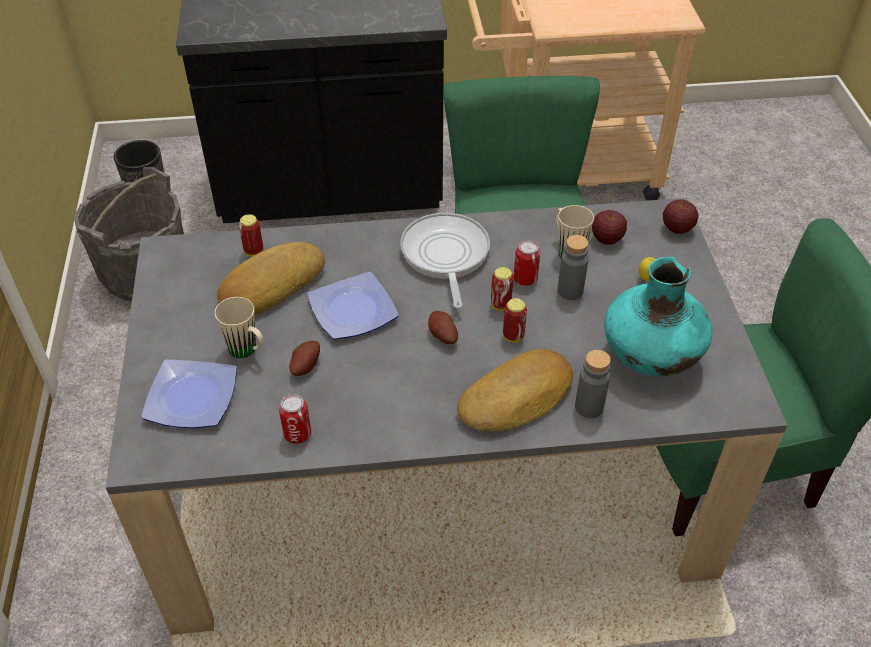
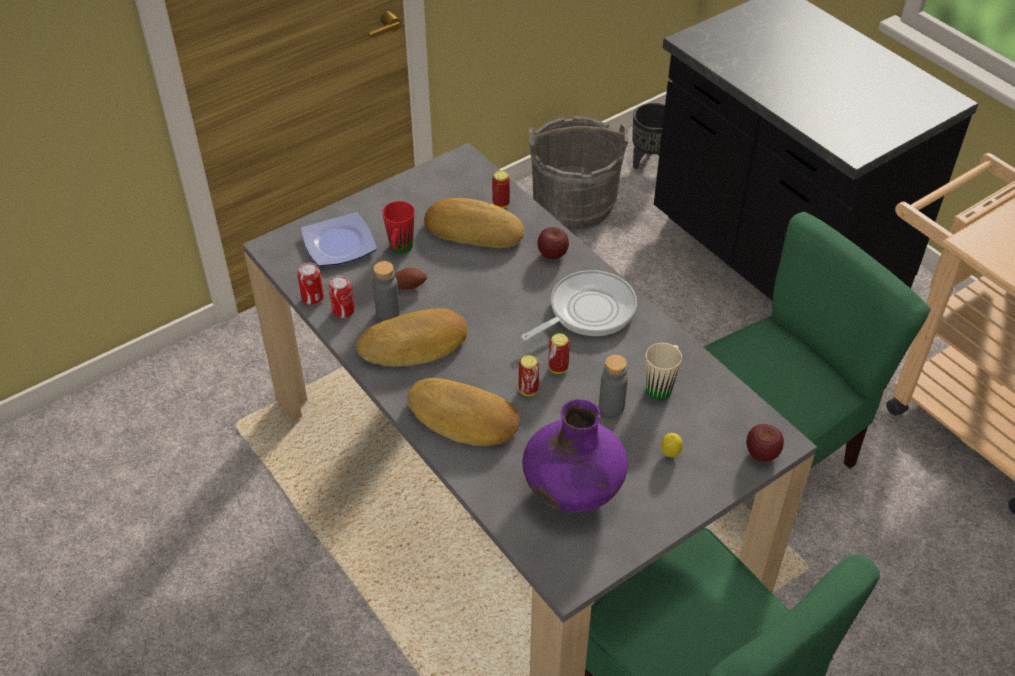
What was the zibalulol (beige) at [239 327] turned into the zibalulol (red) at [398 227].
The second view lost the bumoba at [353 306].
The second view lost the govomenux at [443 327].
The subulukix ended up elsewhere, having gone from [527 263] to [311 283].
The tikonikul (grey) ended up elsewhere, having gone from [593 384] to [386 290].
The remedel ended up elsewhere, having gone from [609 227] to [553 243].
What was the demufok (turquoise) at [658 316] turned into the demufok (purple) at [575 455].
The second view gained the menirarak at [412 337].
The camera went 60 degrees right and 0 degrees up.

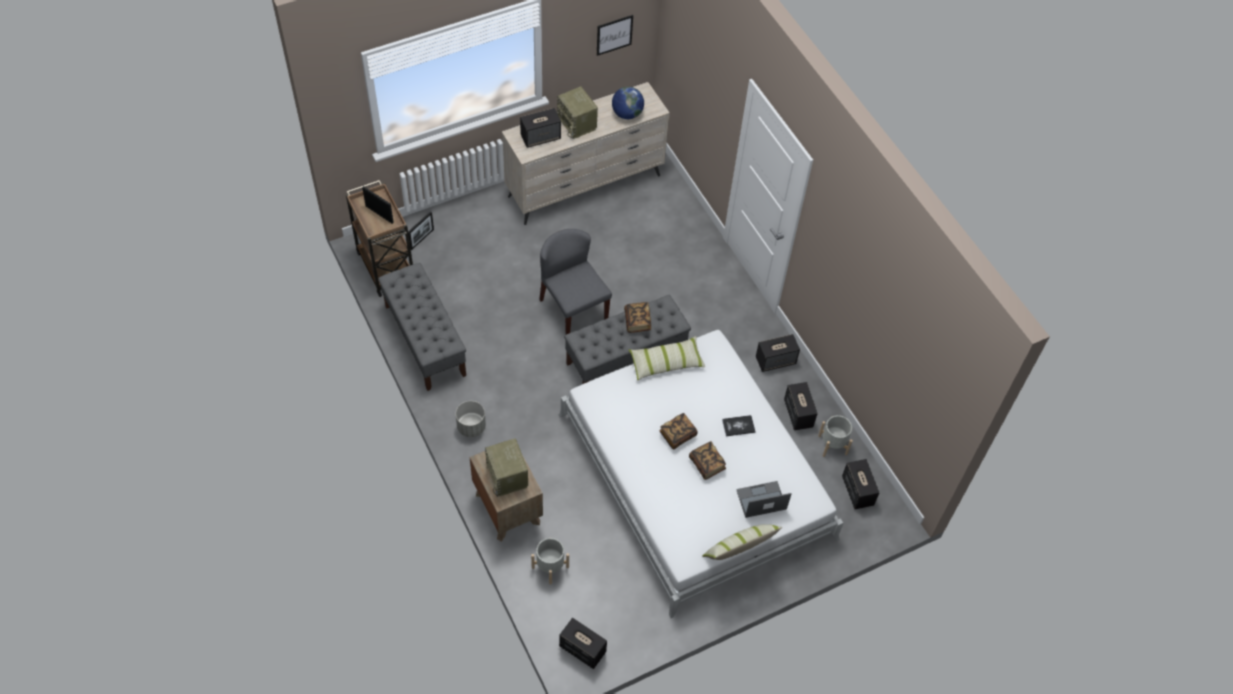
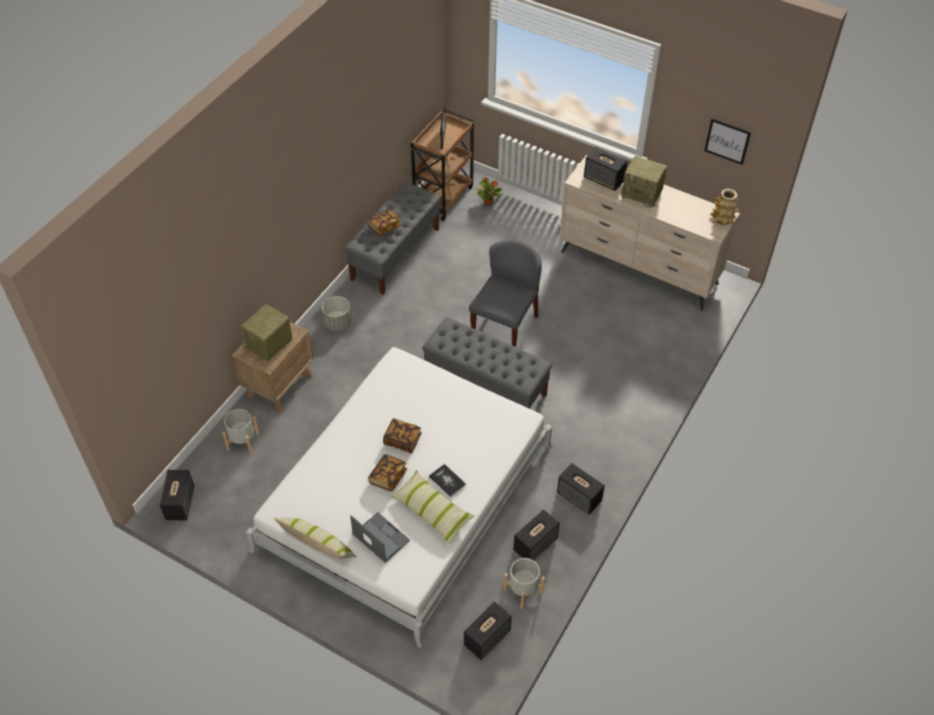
Where the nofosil stood at [421 230], the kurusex came to stand at [488 191].
The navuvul at [577 112] ended up facing another way, 90 degrees counterclockwise from before.
The second view lost the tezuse at [628 102].
The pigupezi ended up elsewhere, having gone from [637 317] to [384 222].
The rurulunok ended up elsewhere, having gone from [667 358] to [433 507].
The second view gained the demufok at [724 207].
The camera went 60 degrees right and 5 degrees down.

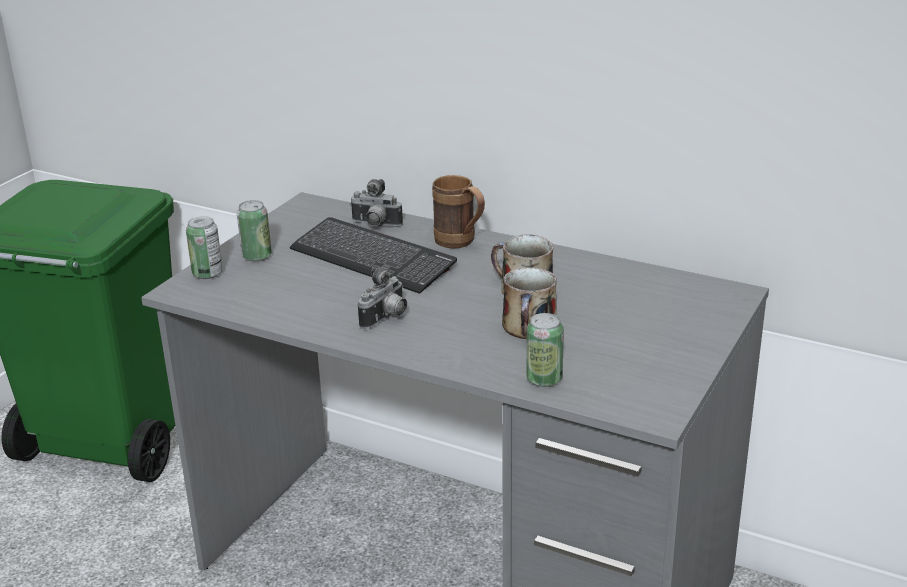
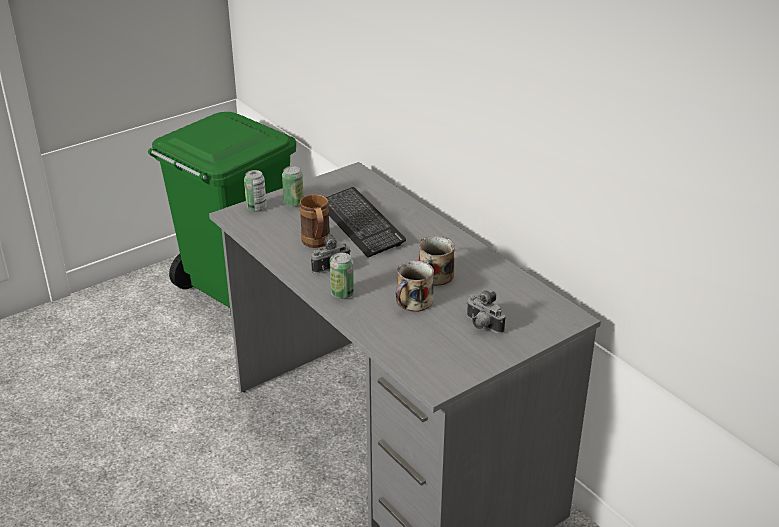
The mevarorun ended up elsewhere, having gone from [376 203] to [485 311].
The zibalulol (brown) ended up elsewhere, having gone from [458 212] to [315 221].
The subulukix ended up elsewhere, having gone from [545 350] to [342 276].
The camera went 25 degrees right and 5 degrees up.

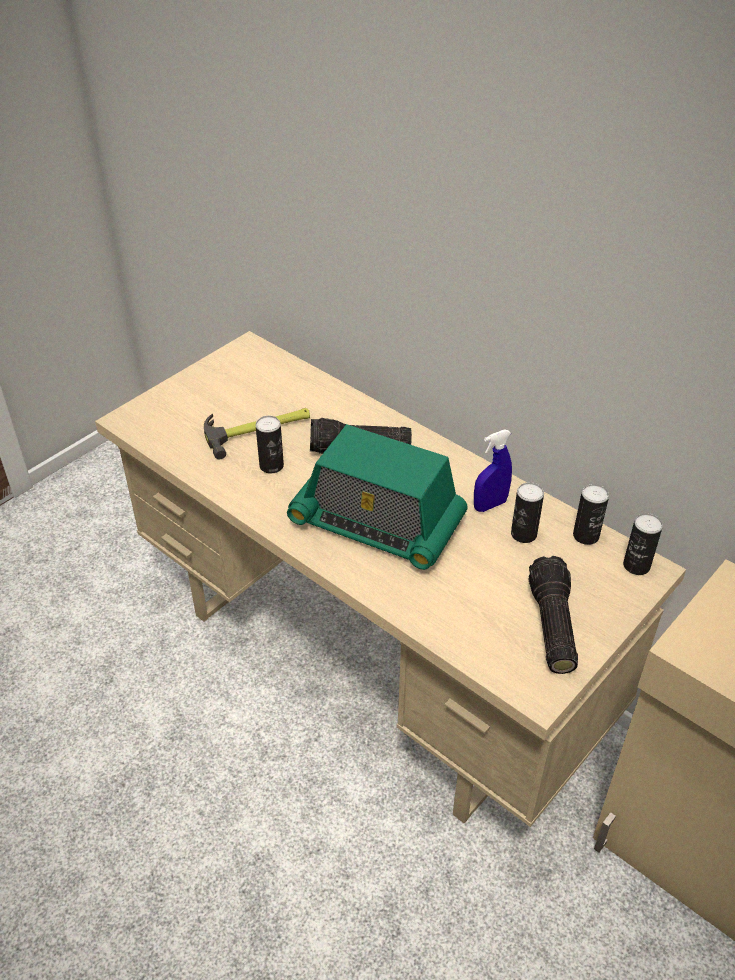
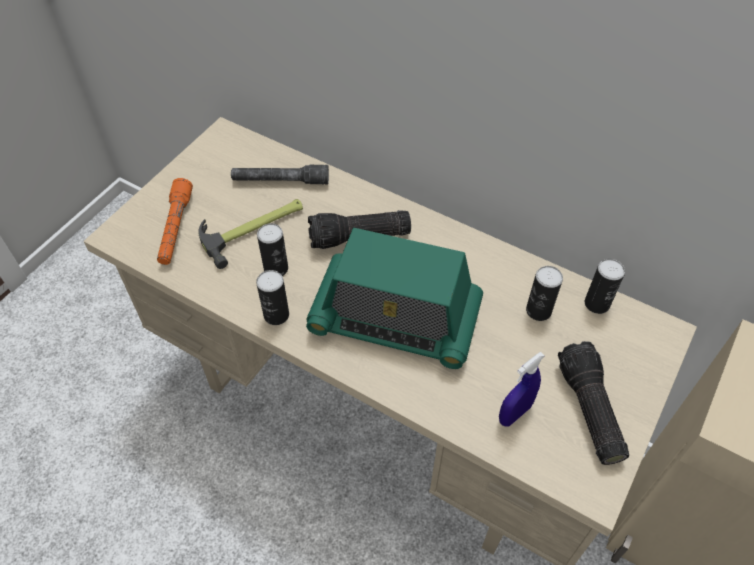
The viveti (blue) ended up elsewhere, having gone from [493 470] to [522 389].
The subulukix ended up elsewhere, having gone from [643 544] to [272 297].
The second view gained the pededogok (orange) at [175 221].
The second view gained the pededogok (grey) at [280 174].
The camera went 10 degrees left and 10 degrees up.

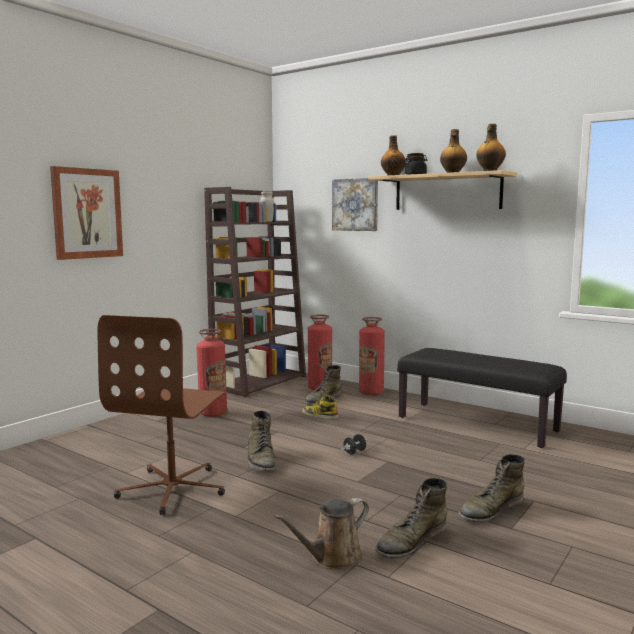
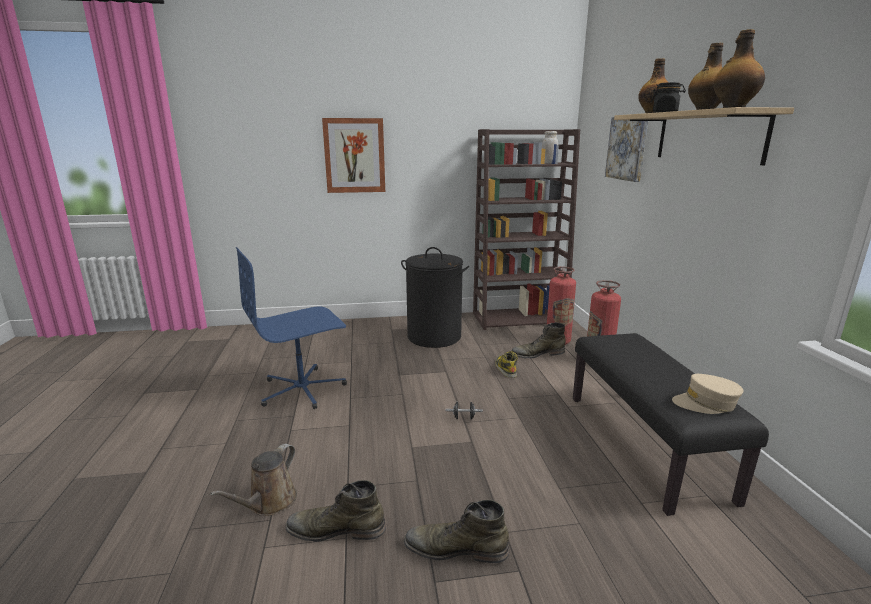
What was the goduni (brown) at [161 415] turned into the goduni (blue) at [291 328].
Where the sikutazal stood at [211 373], the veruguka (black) came to stand at [435 297].
The second view lost the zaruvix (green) at [261 440].
The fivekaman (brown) at [321 533] ended up facing another way, 75 degrees counterclockwise from before.
The second view gained the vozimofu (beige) at [707 394].
The camera went 45 degrees right and 10 degrees up.

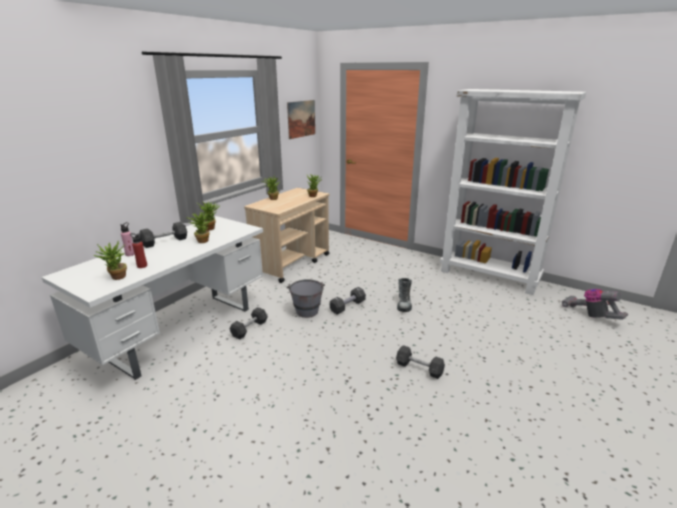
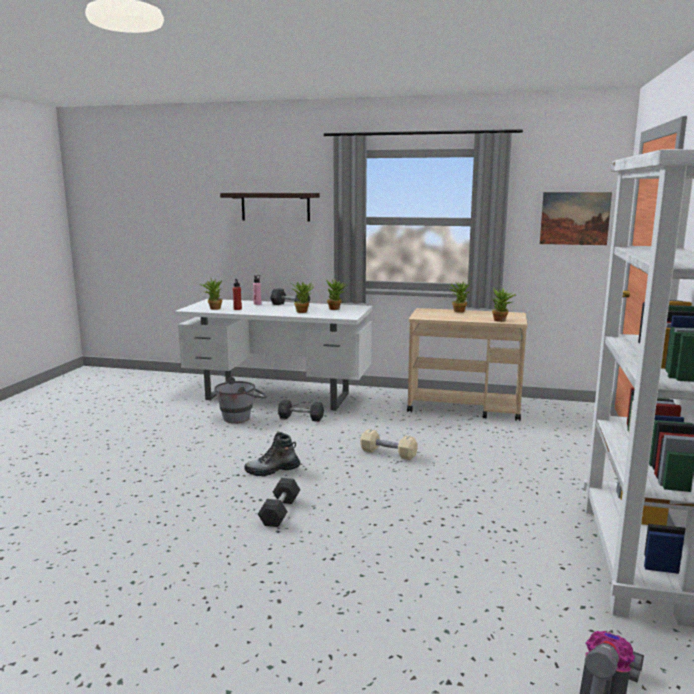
The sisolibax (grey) ended up elsewhere, having gone from [305 298] to [240 400].
What was the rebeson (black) at [348 301] turned into the rebeson (beige) at [389 444].
The zaruvix ended up elsewhere, having gone from [404 295] to [272 454].
The second view gained the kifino at [270 207].
The camera went 70 degrees right and 10 degrees down.

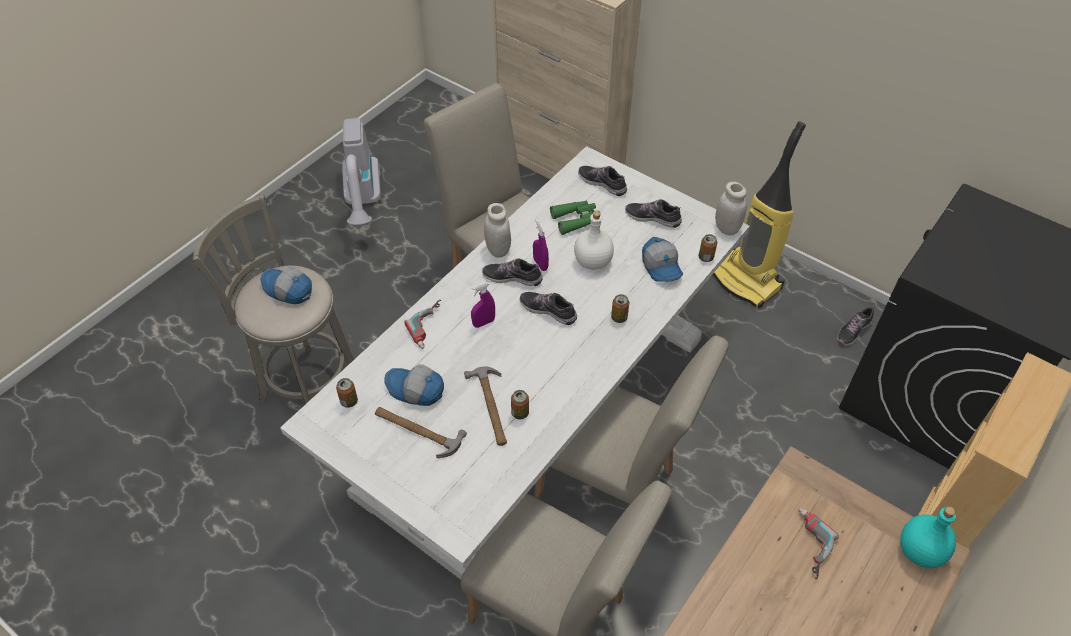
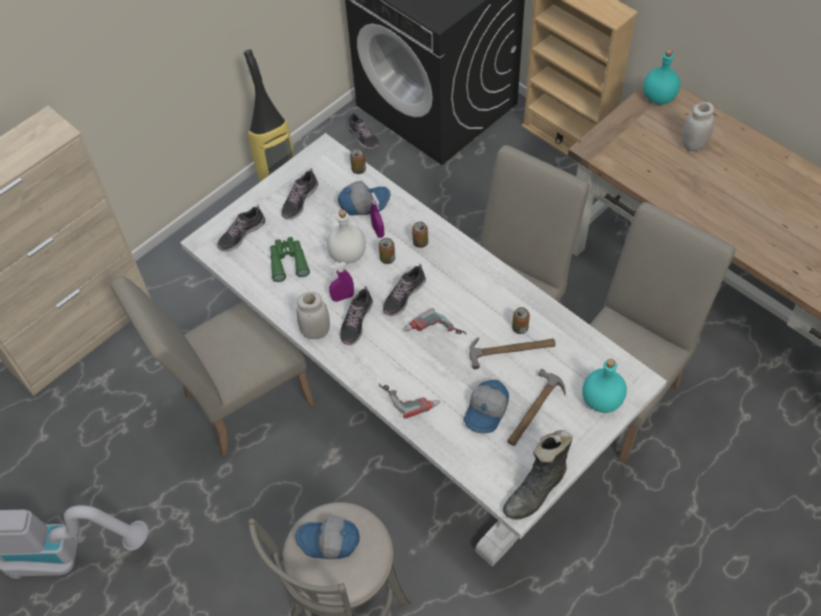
The vozimofu at [286 285] ended up facing another way, 60 degrees clockwise from before.
The subulukix ended up elsewhere, having gone from [347 393] to [387 251].
The viveti (purple) ended up elsewhere, having gone from [483 305] to [377 215].
The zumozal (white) ended up elsewhere, having gone from [731 208] to [698 126].
The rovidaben ended up elsewhere, having gone from [818 544] to [435 321].
The second view gained the zaruvix (black) at [538 475].
The second view gained the tikonikul (turquoise) at [604 386].
The camera went 80 degrees left and 5 degrees up.

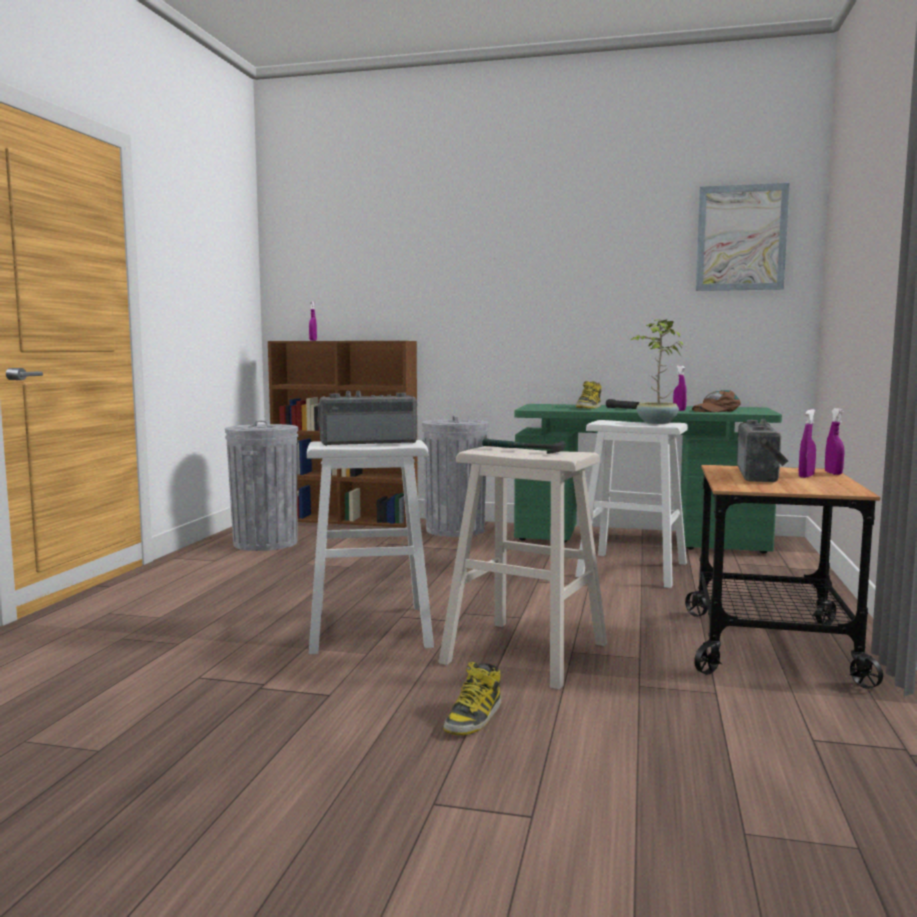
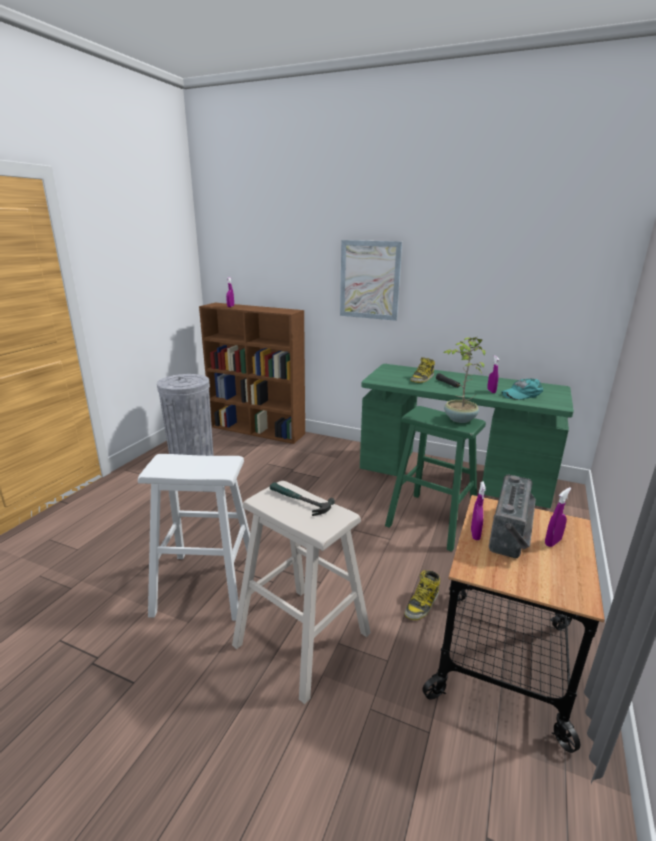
The second view lost the navuvul at [367 418].
The second view lost the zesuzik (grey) at [455 476].
The zaruvix ended up elsewhere, having gone from [472 698] to [422 595].
What was the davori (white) at [631 504] turned into the davori (green) at [435 479].
What was the vozimofu (brown) at [716 401] turned into the vozimofu (turquoise) at [522 389].
The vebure ended up elsewhere, having gone from [743 237] to [371 280].
The viveti (purple) ended up elsewhere, having gone from [834 441] to [478 511].
The camera went 10 degrees right and 15 degrees up.

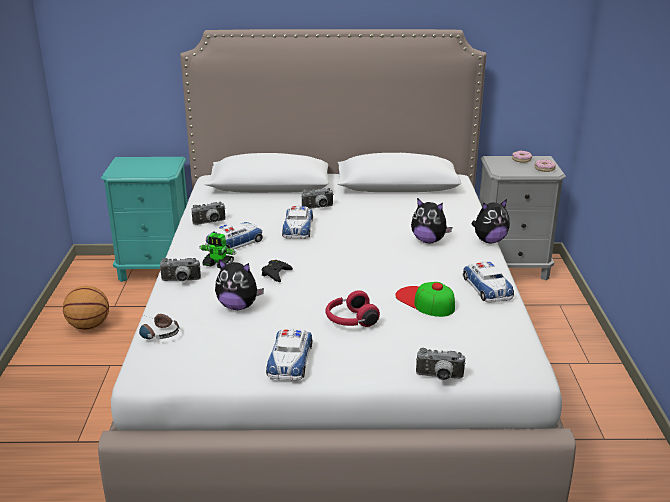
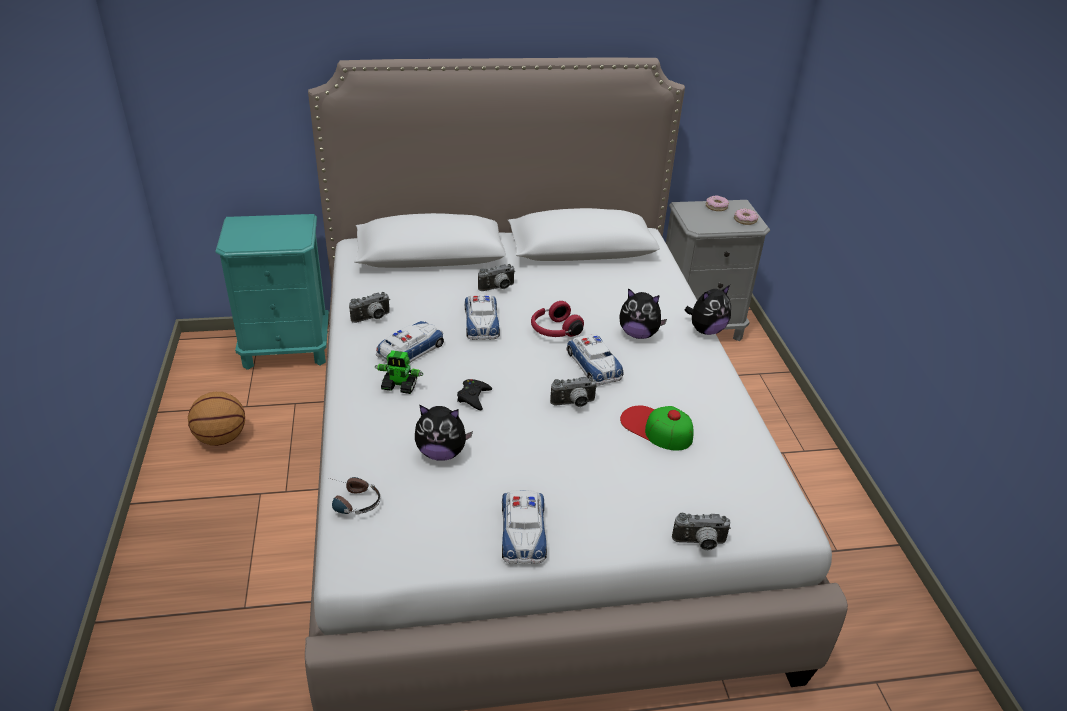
The mevarorun ended up elsewhere, having gone from [180 270] to [573 392].
The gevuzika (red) ended up elsewhere, having gone from [352 308] to [557 319].
The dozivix ended up elsewhere, having gone from [488 282] to [594 360].
The camera went 10 degrees left and 10 degrees up.

